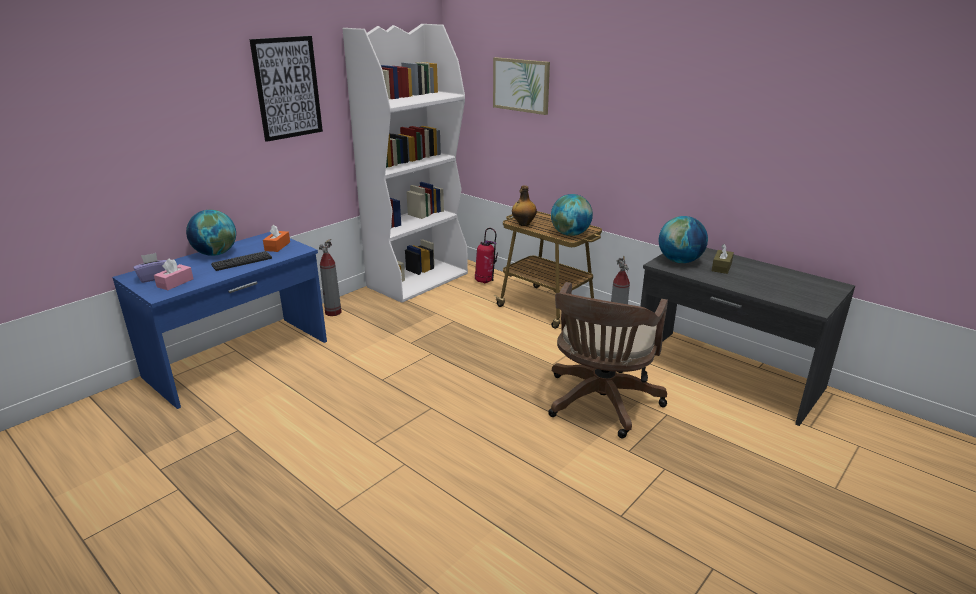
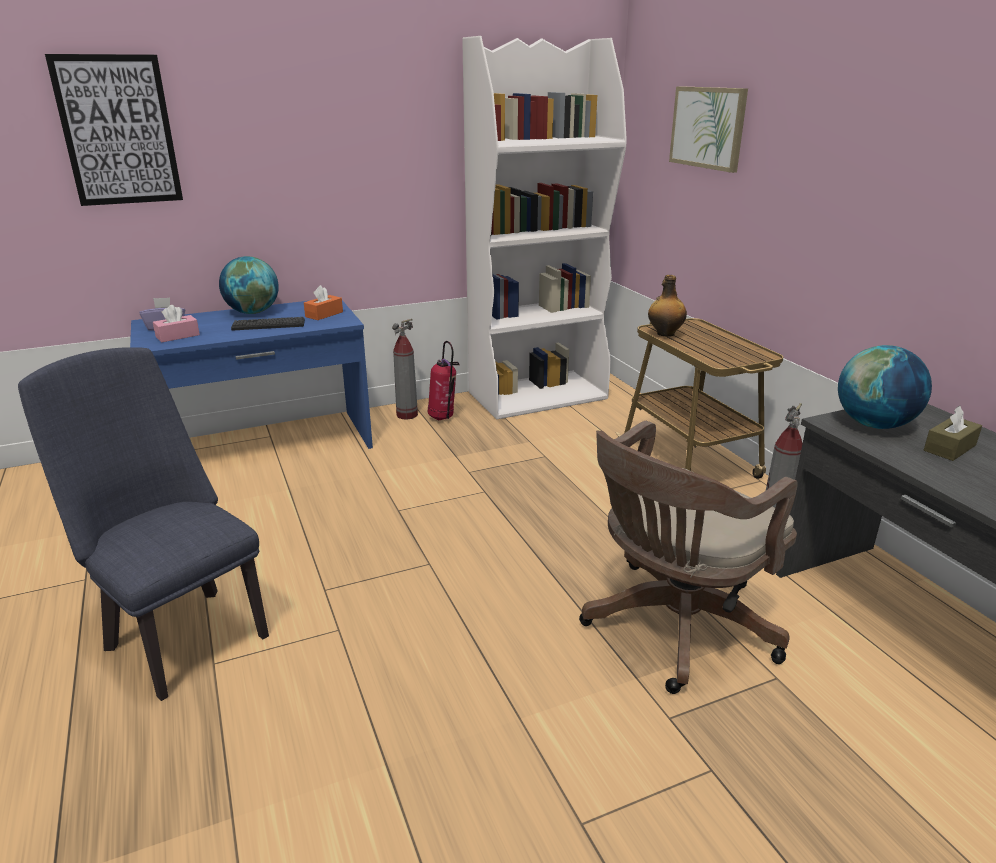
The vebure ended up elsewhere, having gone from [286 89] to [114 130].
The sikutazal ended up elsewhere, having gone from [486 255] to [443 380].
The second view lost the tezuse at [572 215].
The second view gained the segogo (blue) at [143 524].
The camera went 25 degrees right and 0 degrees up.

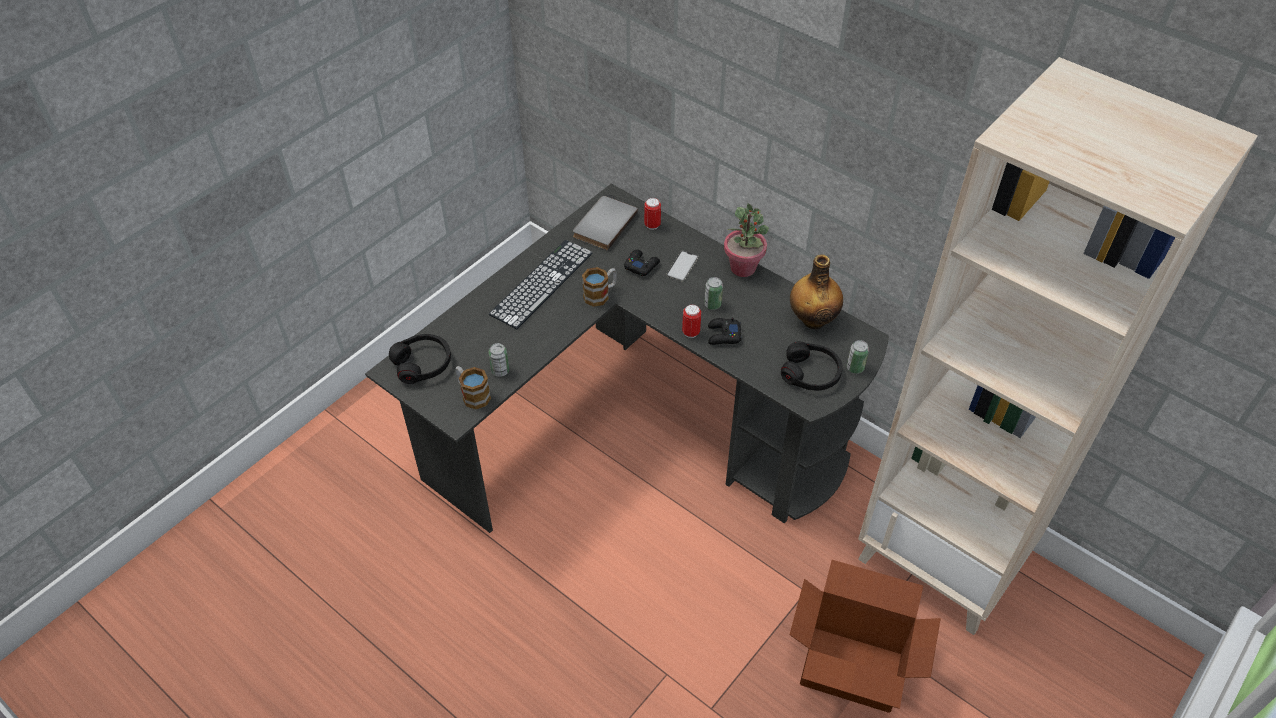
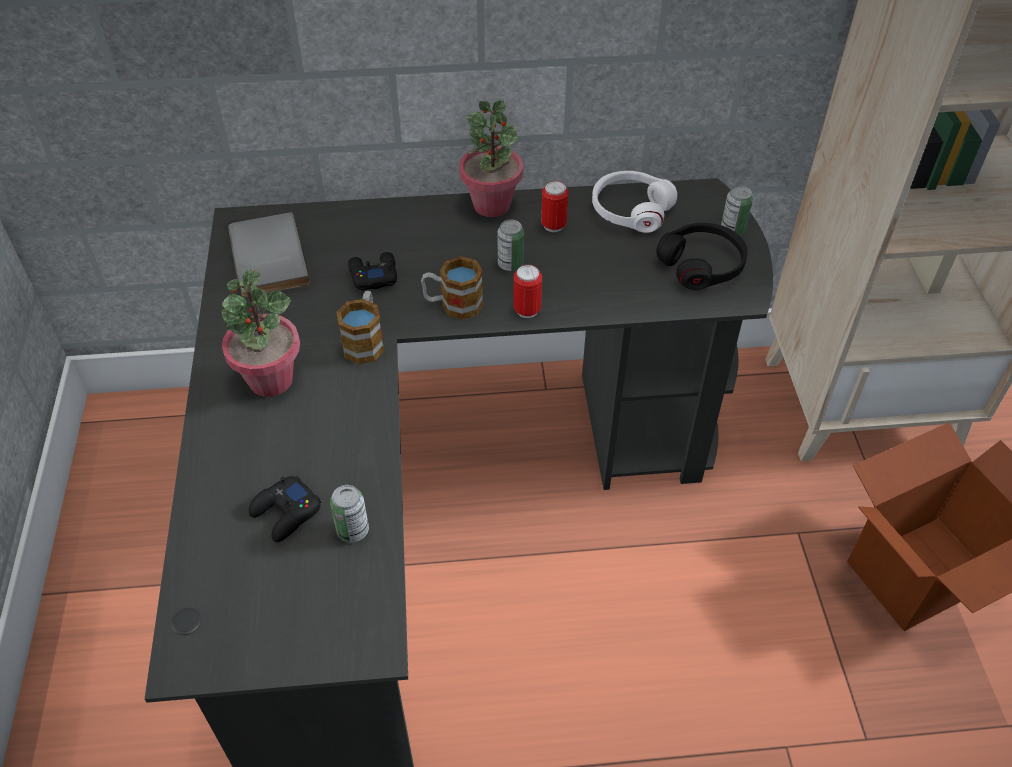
The second view lost the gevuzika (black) at [420 359].
The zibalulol ended up elsewhere, having gone from [473 387] to [452 288].
Where the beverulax stood at [541 284], the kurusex came to stand at [260 333].
The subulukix ended up elsewhere, having gone from [652 214] to [555 206].
The second view lost the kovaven at [682 266].
The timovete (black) ended up elsewhere, having gone from [724 331] to [285 509].
Where the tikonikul stood at [816 291], the gevuzika (white) came to stand at [634 202].
The camera went 45 degrees left and 0 degrees up.

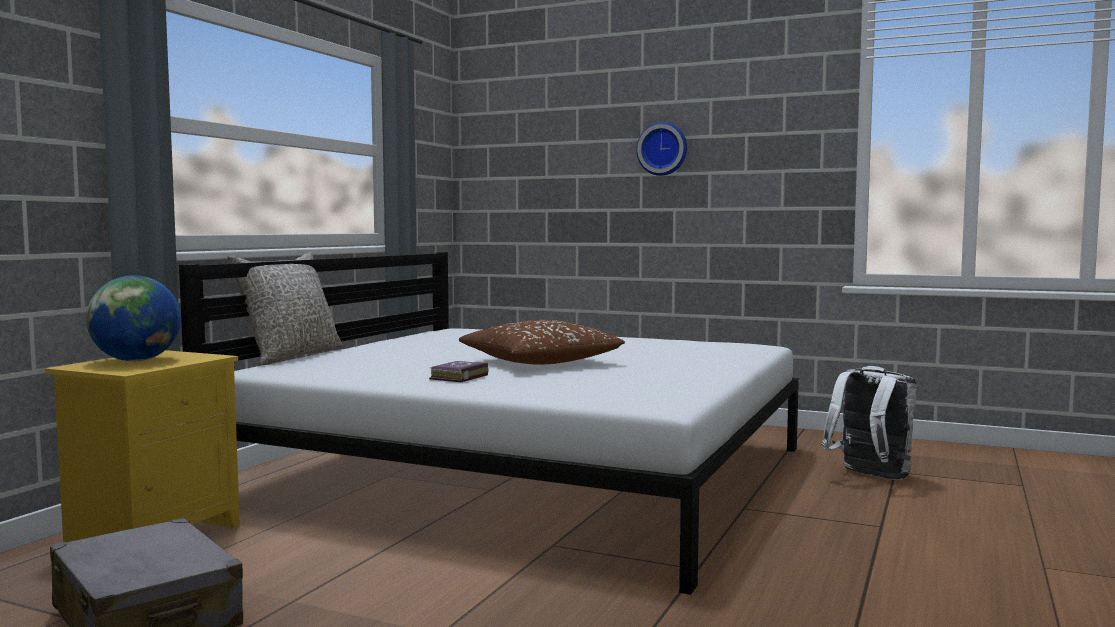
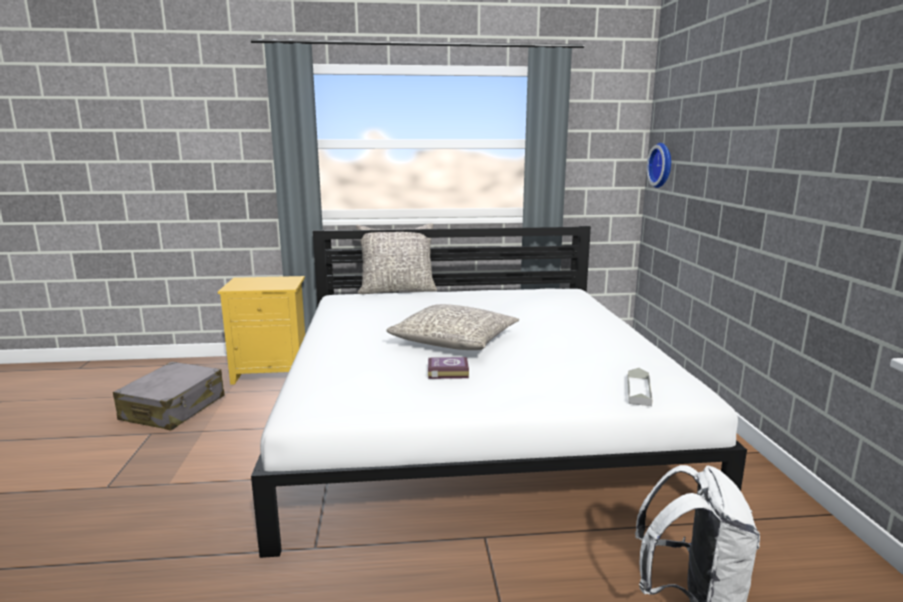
The second view lost the tezuse at [133 318].
The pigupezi ended up elsewhere, having gone from [458 371] to [448 368].
What was the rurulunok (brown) at [542 342] turned into the rurulunok (grey) at [452 327].
The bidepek ended up elsewhere, having gone from [661 149] to [658 165].
The second view gained the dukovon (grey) at [640 387].
The camera went 60 degrees right and 10 degrees up.

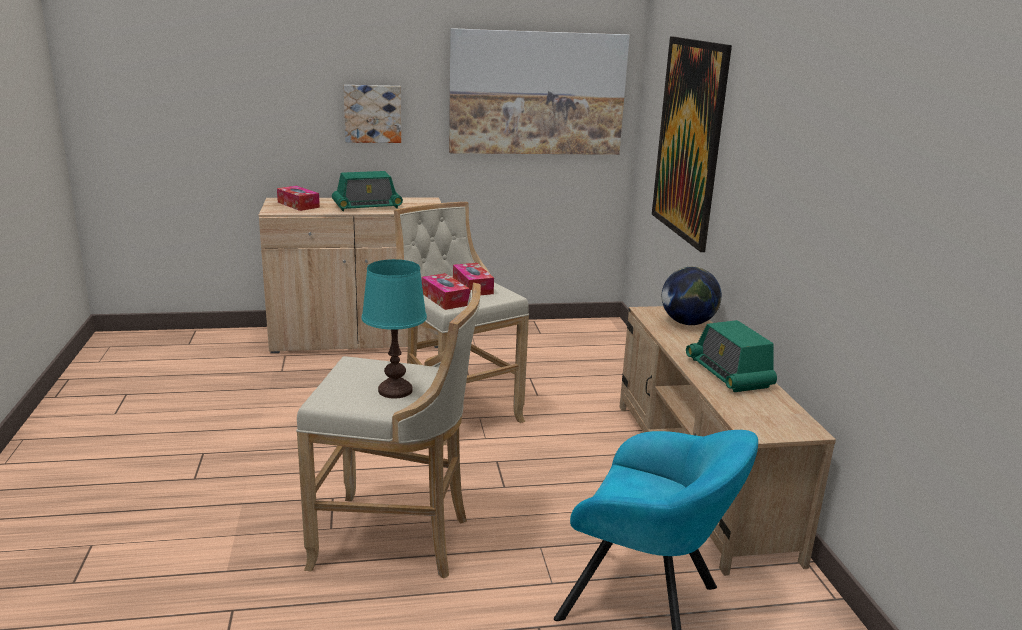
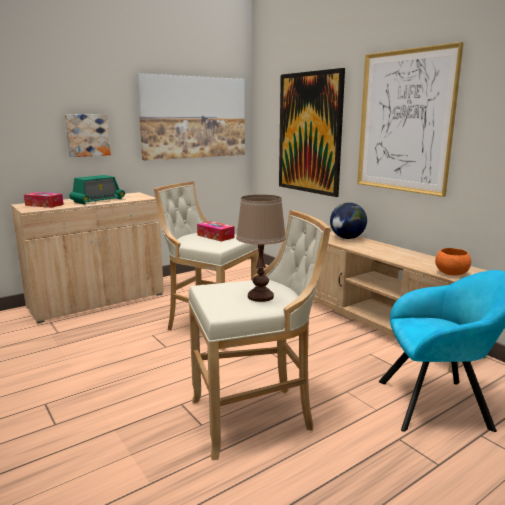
What was the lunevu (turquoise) at [394 329] turned into the lunevu (brown) at [261 248].
The second view lost the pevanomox at [445 291].
The second view lost the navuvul at [731 356].
The second view gained the vebure at [410 119].
The second view gained the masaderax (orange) at [453 261].
The camera went 25 degrees left and 5 degrees down.

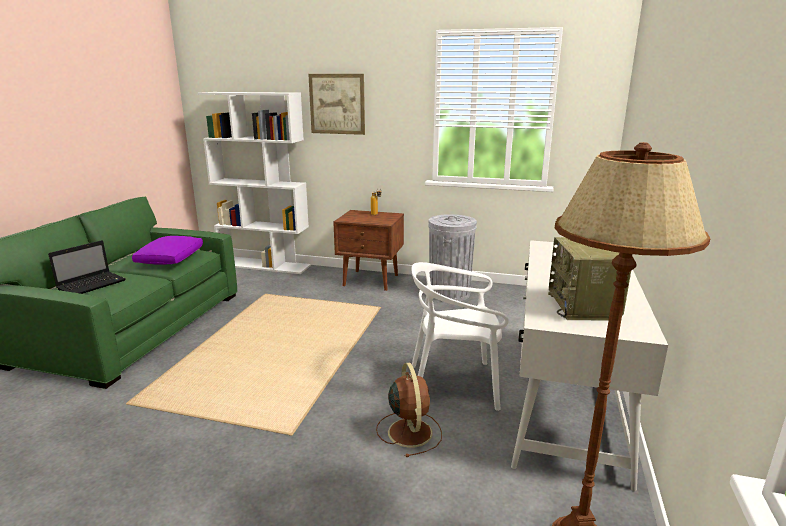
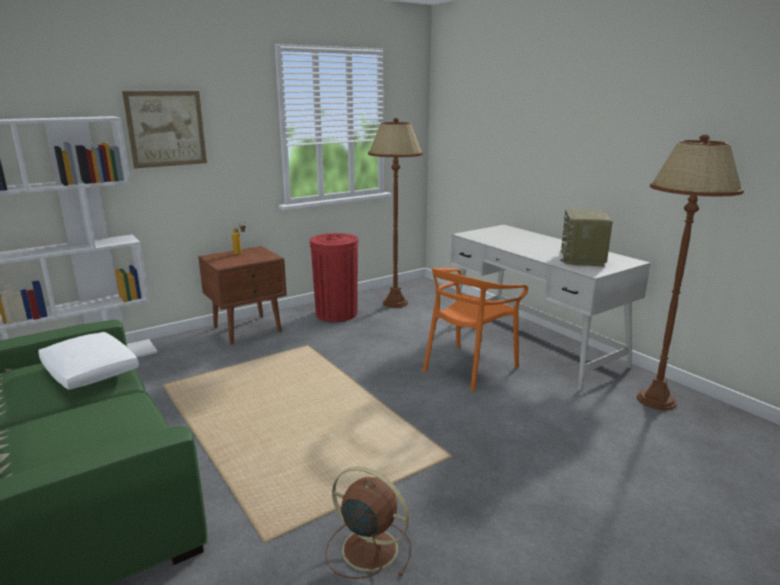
The second view lost the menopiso at [87 267].
What was the rurulunok (purple) at [167 250] turned into the rurulunok (white) at [88 361].
The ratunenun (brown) ended up elsewhere, having gone from [409 409] to [368 523].
What was the segogo (white) at [460 336] turned into the segogo (orange) at [475 329].
What was the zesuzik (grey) at [452 257] turned into the zesuzik (red) at [334 277].
The navuvul at [589 279] ended up facing another way, 60 degrees clockwise from before.
The second view gained the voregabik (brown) at [395 213].
The camera went 50 degrees left and 0 degrees up.

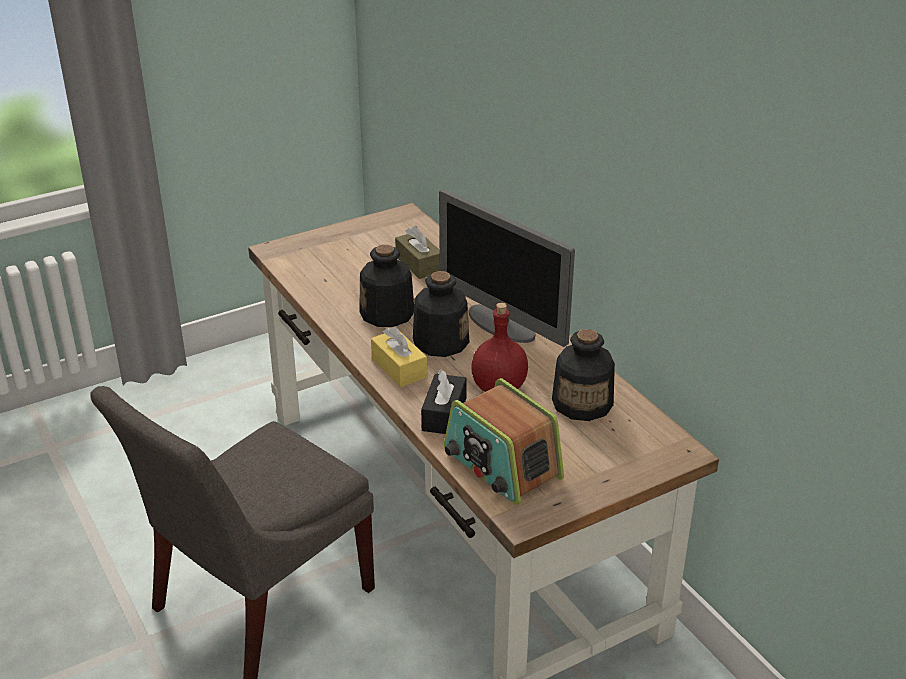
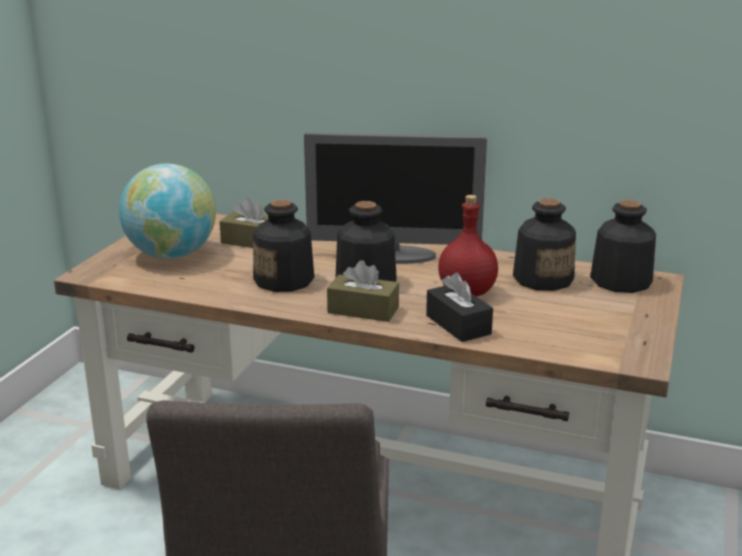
What was the pevanomox (yellow) at [399 356] turned into the pevanomox (brown) at [363 291].
The second view lost the navuvul at [504 441].
The second view gained the tezuse at [167 211].
The second view gained the tikonikul at [623 246].
The camera went 40 degrees left and 10 degrees down.

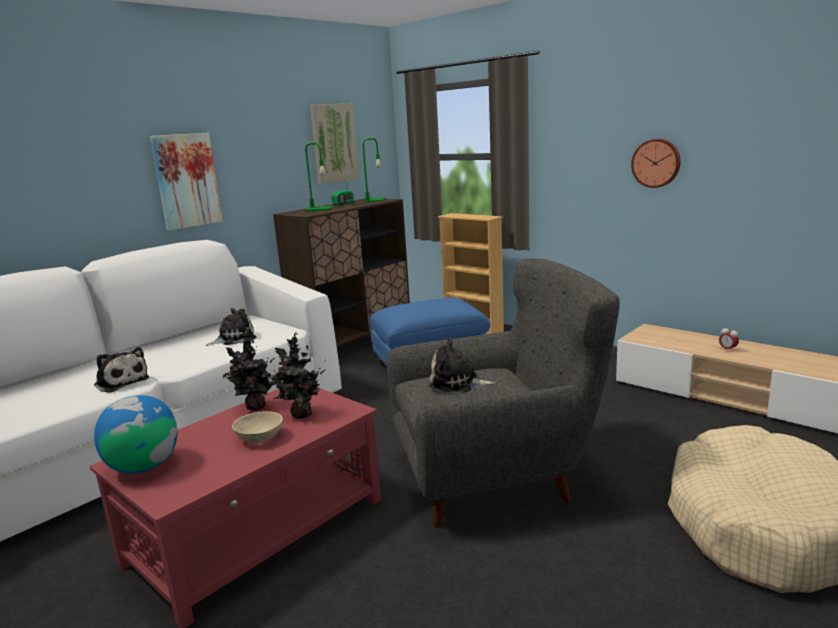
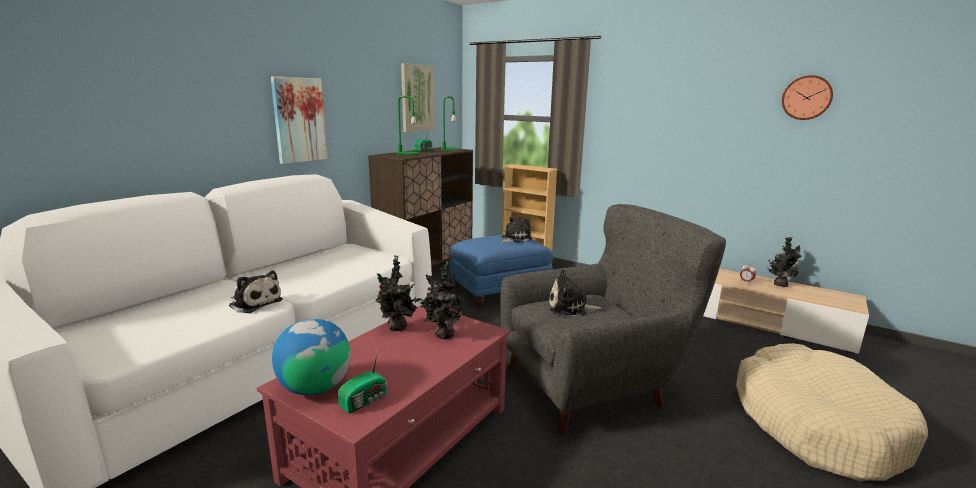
The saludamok ended up elsewhere, having gone from [231 327] to [516 230].
The second view lost the masaderax (beige) at [257 427].
The bidepek ended up elsewhere, having gone from [656 163] to [807 97].
The second view gained the navuvul at [362 381].
The second view gained the kurusex at [785 262].
The camera went 10 degrees left and 0 degrees up.

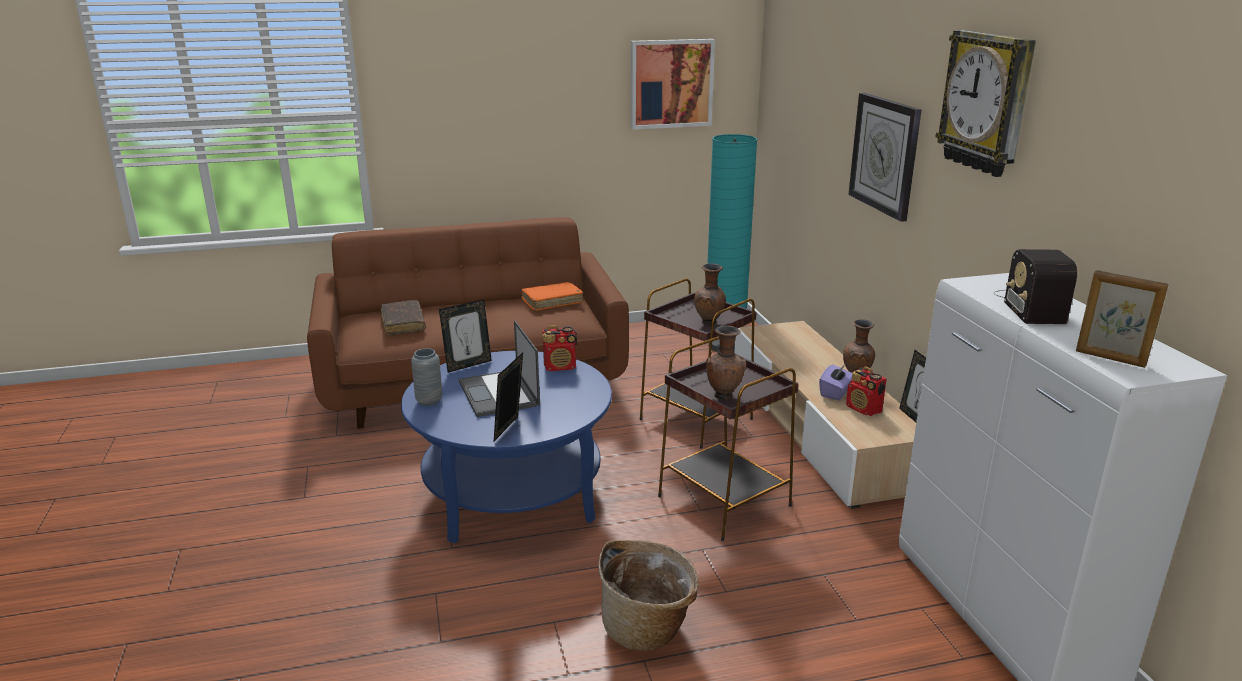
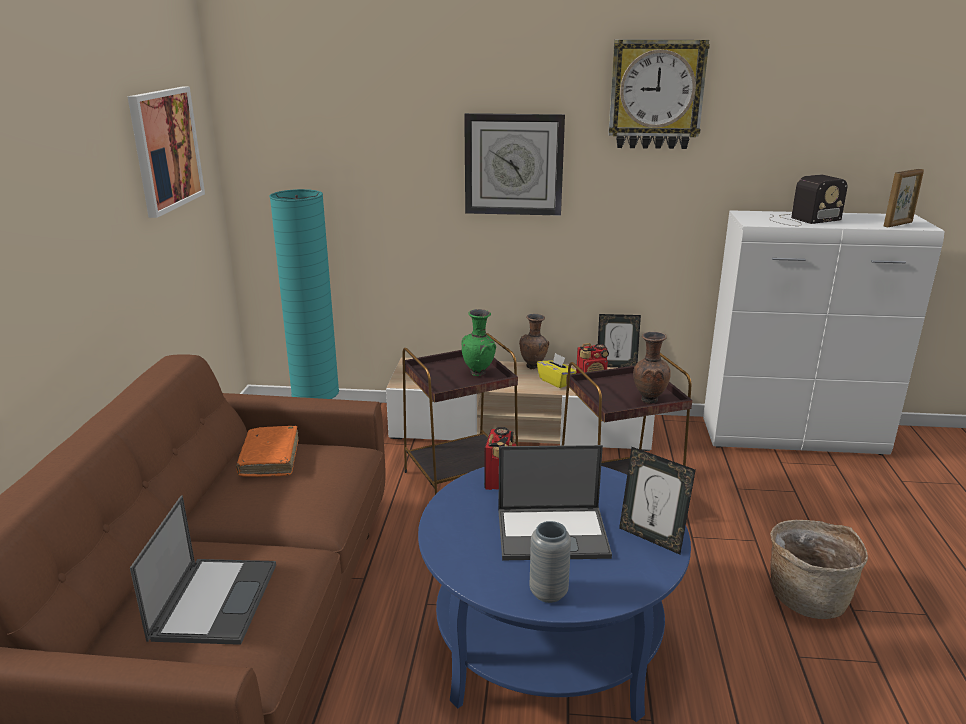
Where the pigupezi (brown) stood at [403 318], the menopiso came to stand at [203 570].
The second view lost the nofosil at [465 336].
What was the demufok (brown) at [710 294] turned into the demufok (green) at [478 342].
What was the pevanomox (purple) at [835 382] turned into the pevanomox (yellow) at [557 370].
The navuvul at [1035 286] ended up facing another way, 45 degrees counterclockwise from before.
The camera went 70 degrees left and 0 degrees up.

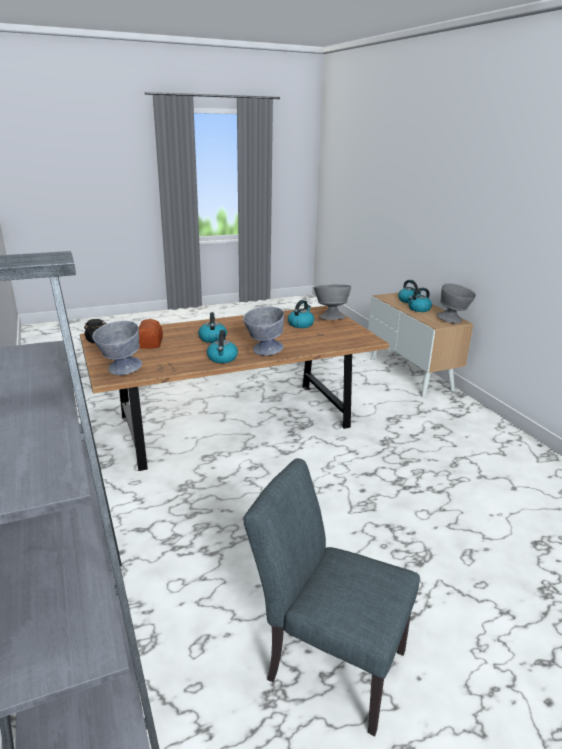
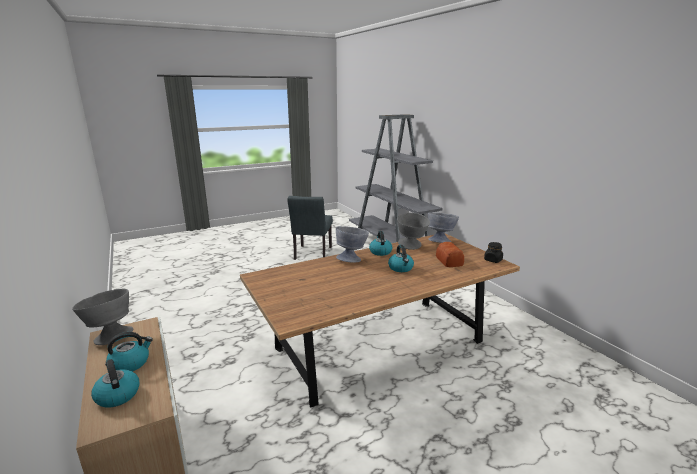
The segogo (grey) at [331 597] ended up facing another way, 75 degrees clockwise from before.
The second view lost the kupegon at [301 314].
The masaderax (grey) ended up elsewhere, having gone from [332 302] to [413 231].
The camera went 175 degrees right and 5 degrees down.

